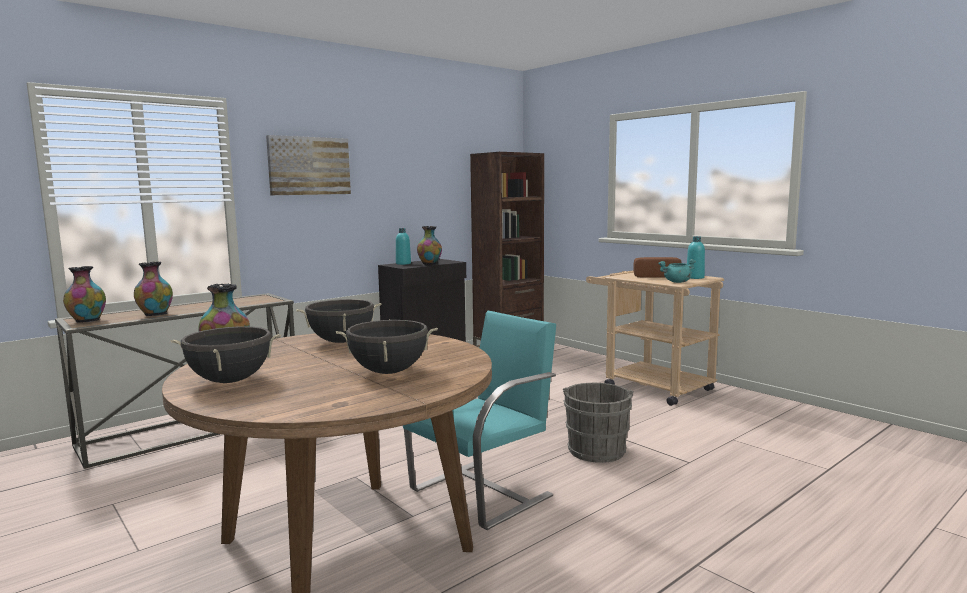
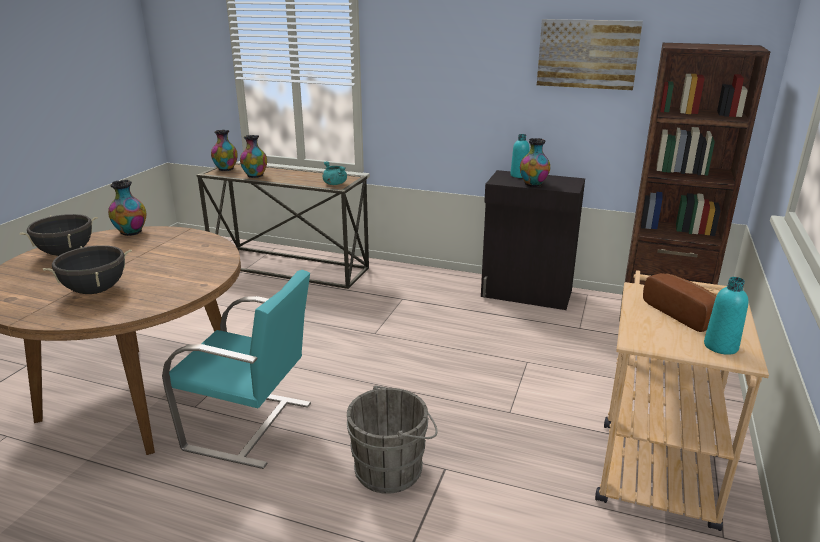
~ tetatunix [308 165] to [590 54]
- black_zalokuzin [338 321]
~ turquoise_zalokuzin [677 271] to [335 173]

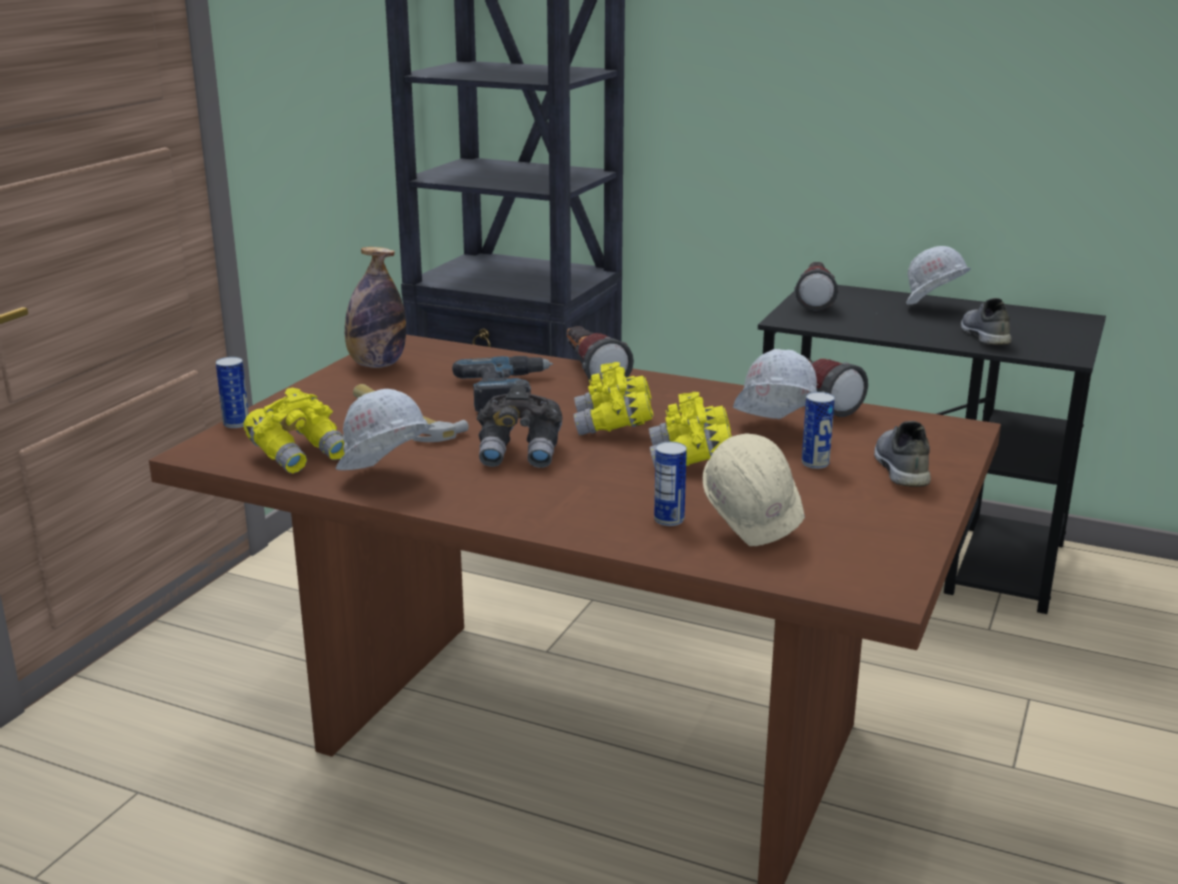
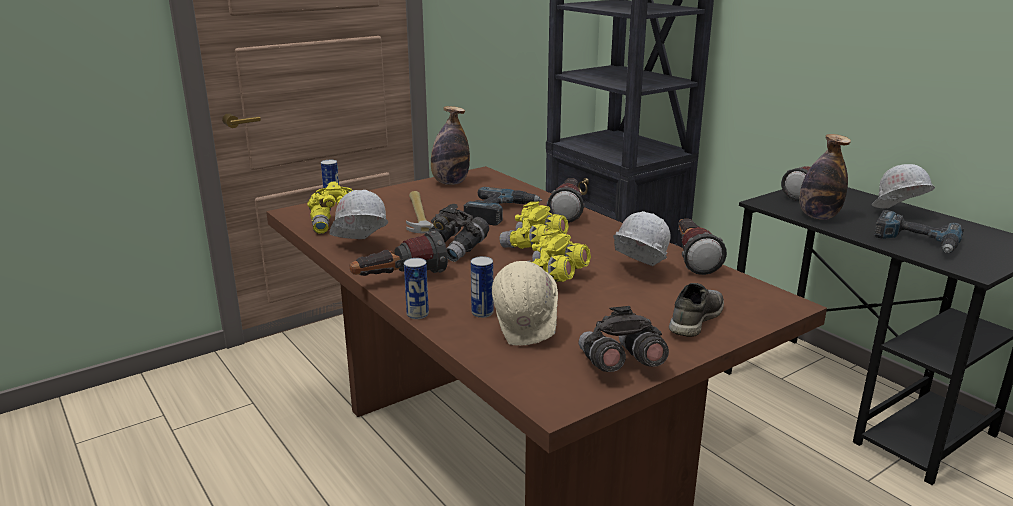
~ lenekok [818 430] to [416 288]
~ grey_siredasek [986 321] to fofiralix [919 231]
+ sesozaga [399 253]
+ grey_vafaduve [623 339]
+ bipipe [825 177]

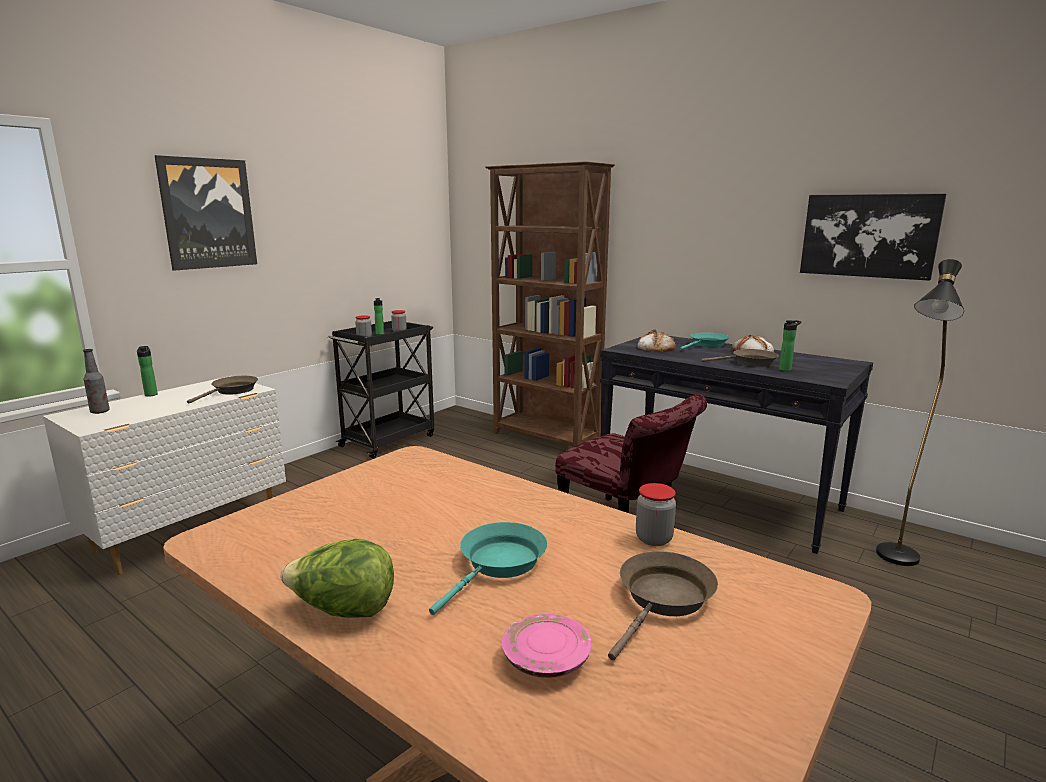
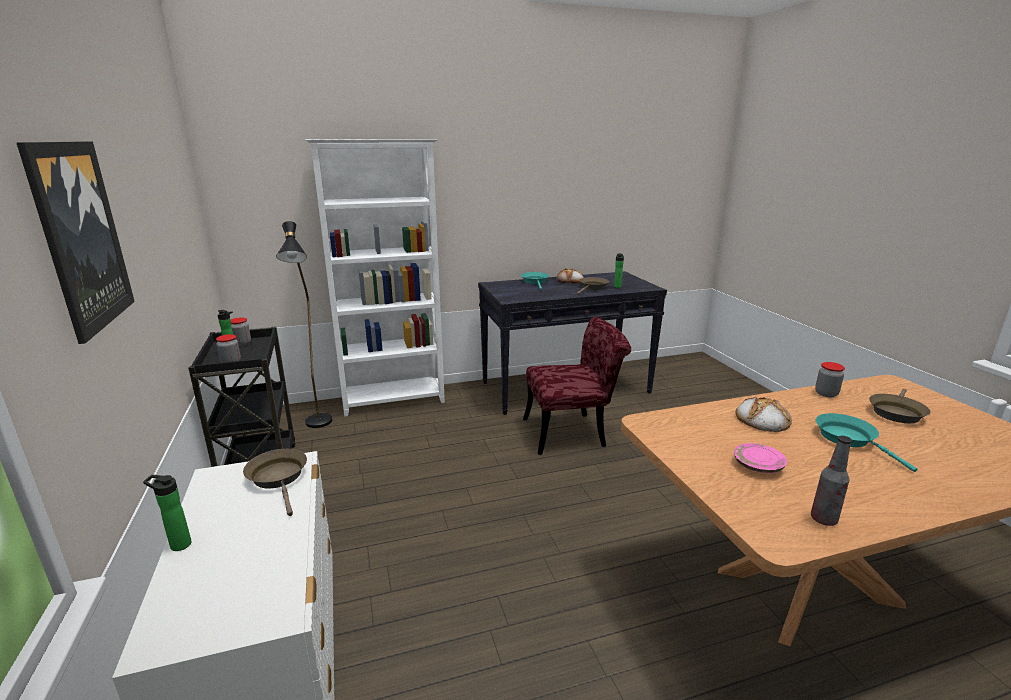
~ bipipe [96 381] to [831 481]
- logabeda [337 578]
~ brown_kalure [550 304] to white_kalure [375 277]
~ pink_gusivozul [547 646] to [760 458]
~ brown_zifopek [663 606] = [899 406] 120 degrees counterclockwise
~ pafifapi [656 340] to [764 414]
- tetatunix [873 237]
~ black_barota [920 412] to [304 324]

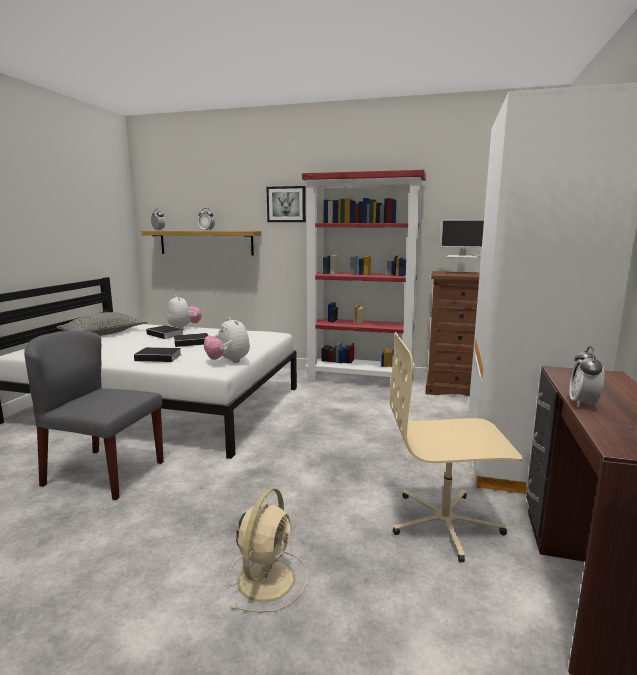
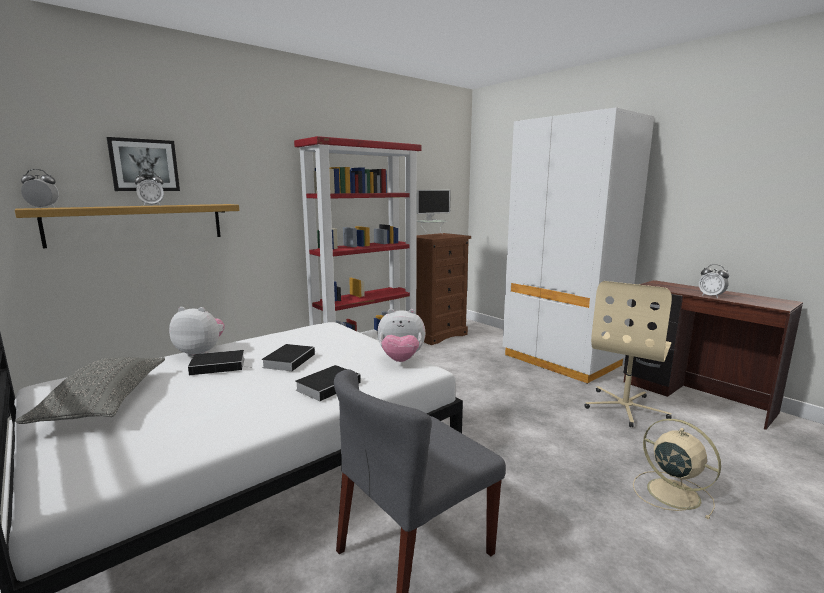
~ tetatunix [286 204] to [143 164]

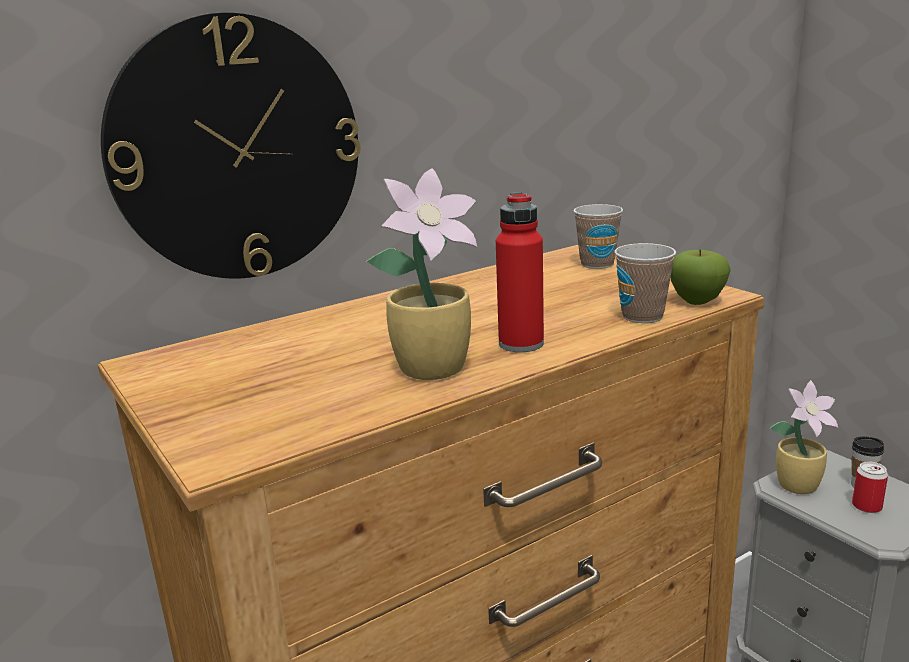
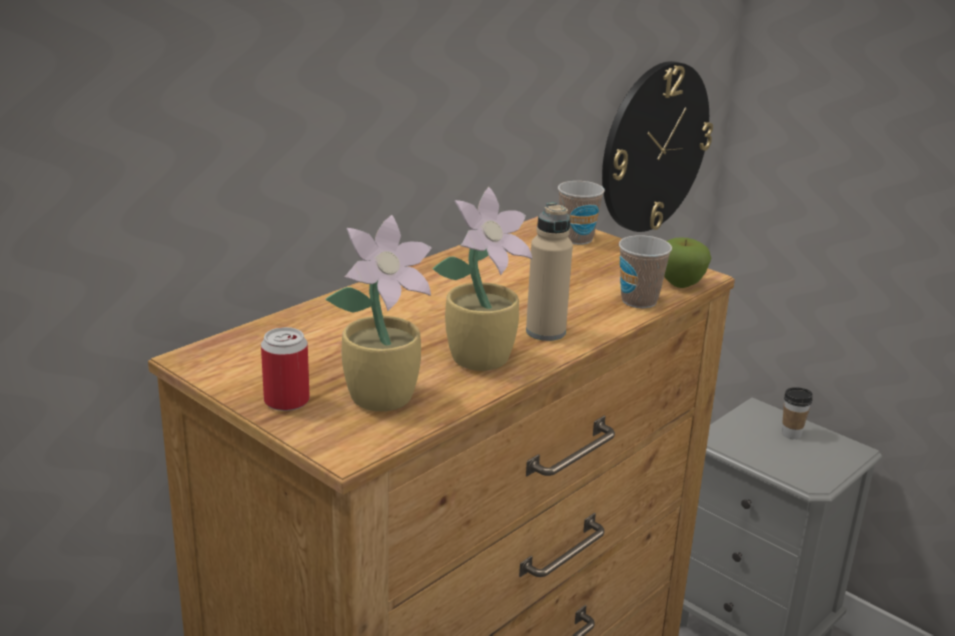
~ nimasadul [231 145] to [657 146]
~ red_bipipe [520 272] to beige_bipipe [549 271]
~ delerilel [804 437] to [378 313]
~ lenekok [870 487] to [285 369]

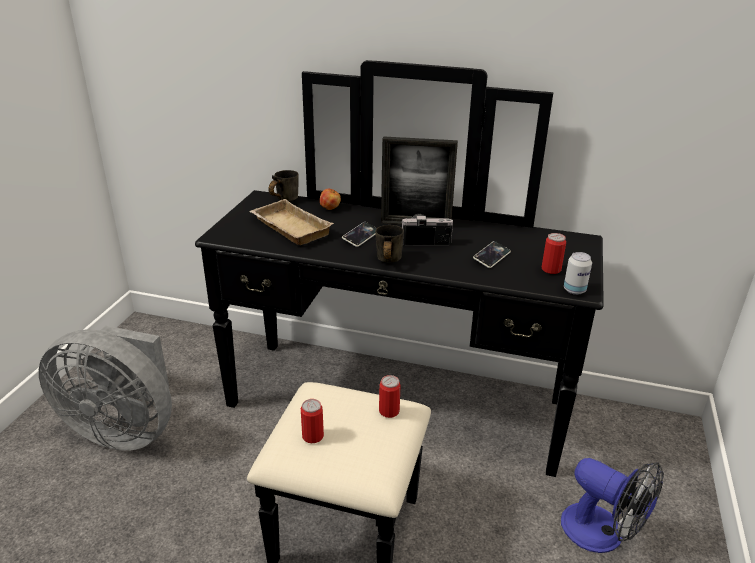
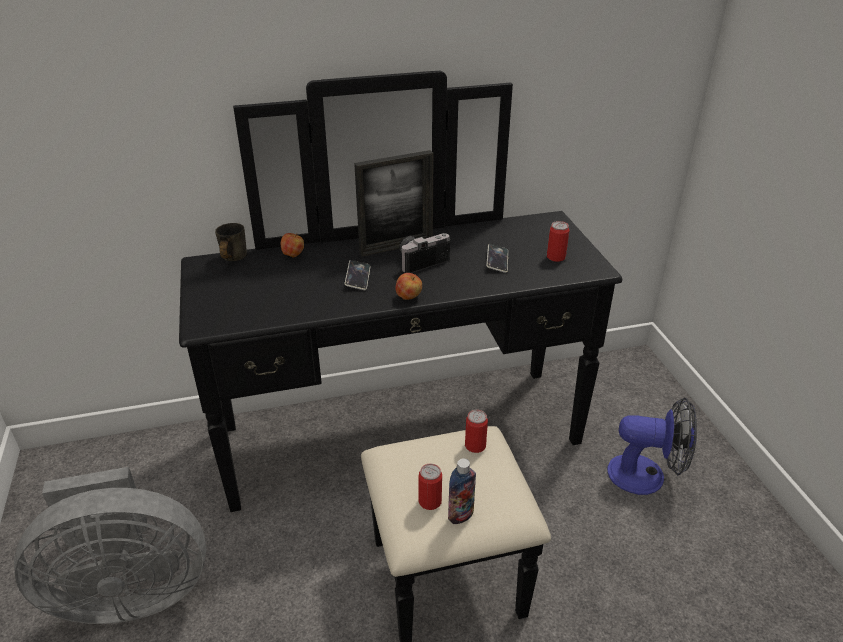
- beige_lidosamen [291 222]
~ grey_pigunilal [389 244] to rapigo [408 286]
- lenekok [578 273]
+ bipipe [462 491]

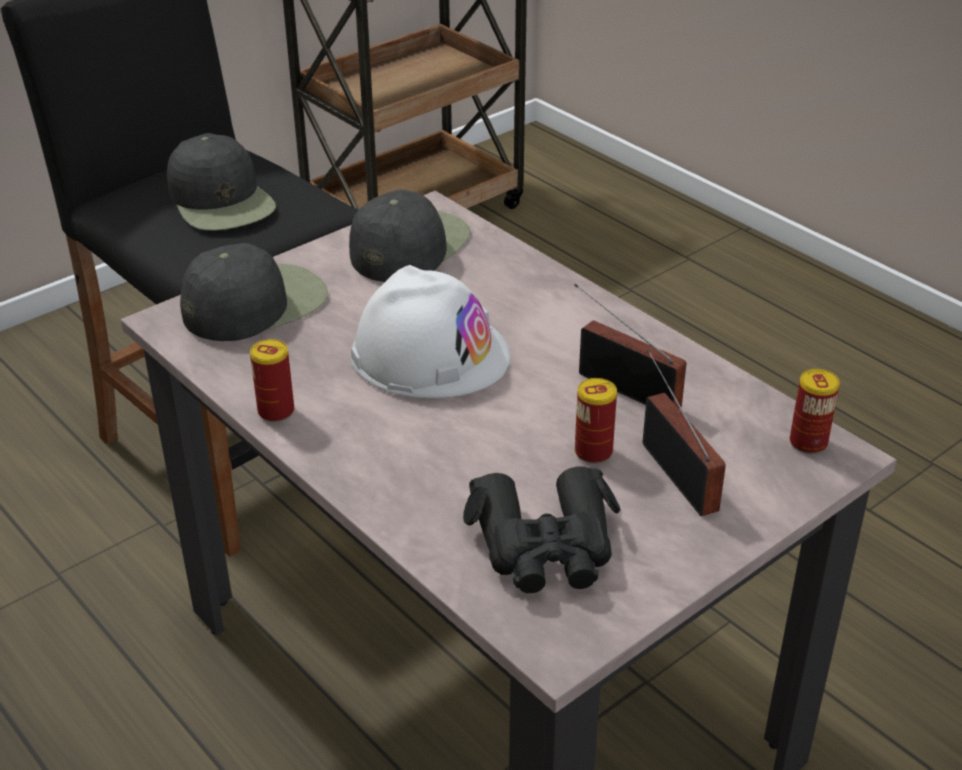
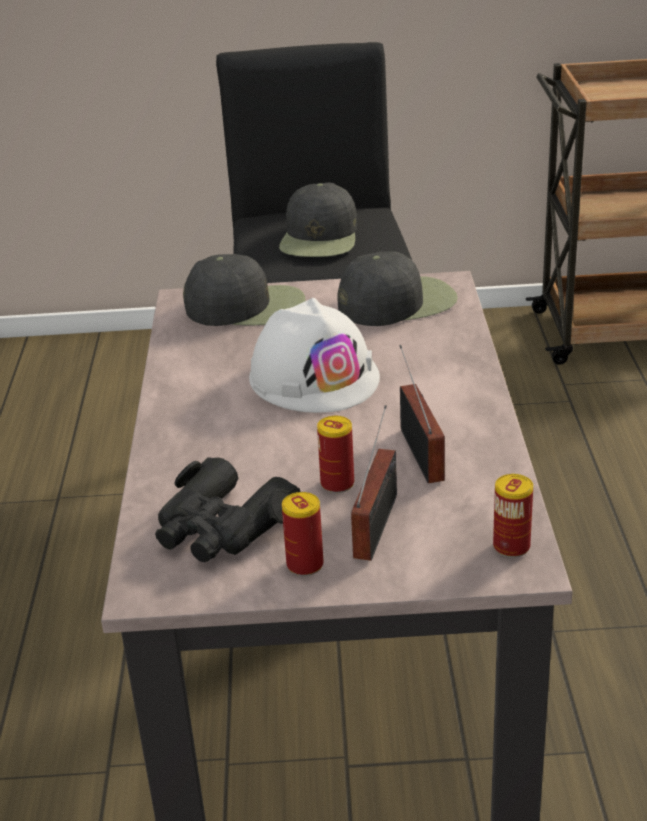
~ lenekok [272 380] to [302 534]

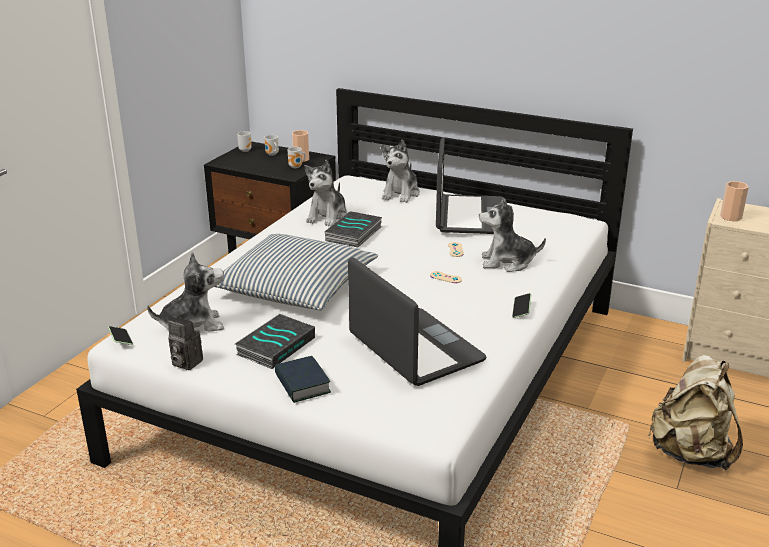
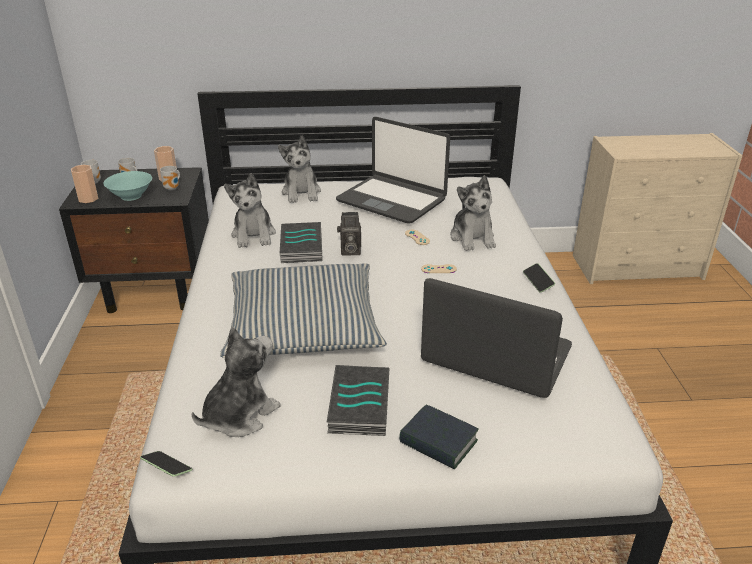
~ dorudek [185 343] to [349 234]
~ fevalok [470 185] = [393 170] 150 degrees clockwise
~ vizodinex [512 235] = [473 213] 75 degrees counterclockwise
- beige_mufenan [695 412]
~ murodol [734 201] to [85 184]
+ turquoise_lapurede [127 186]

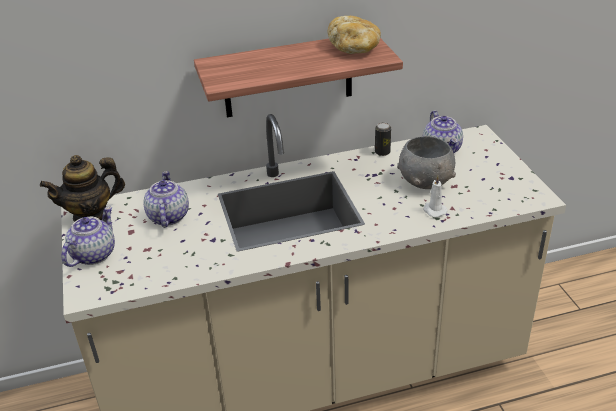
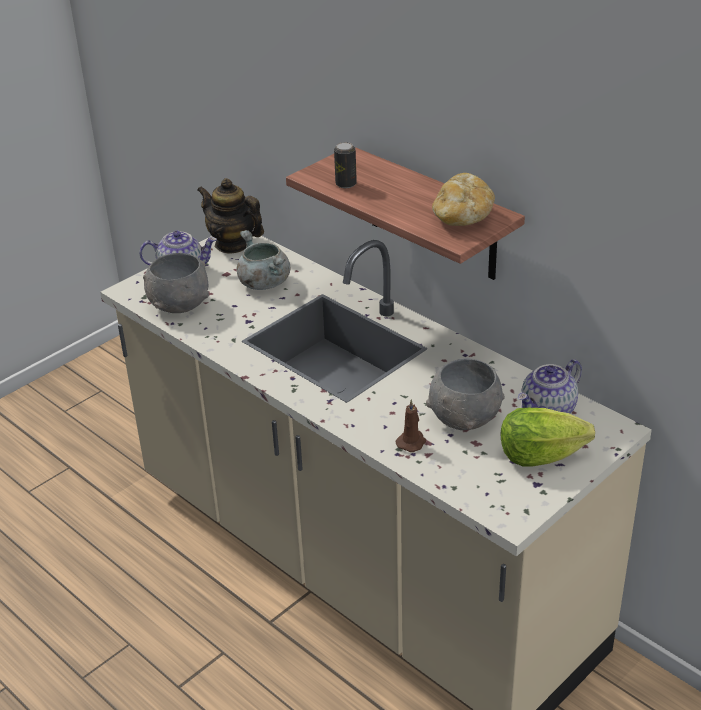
~ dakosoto [166 199] to grey_zalokuzin [263 260]
~ lenekok [383 139] to [345 165]
~ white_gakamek [435 196] to brown_gakamek [411 425]
+ grey_lapurede [176 283]
+ logabeda [548 437]

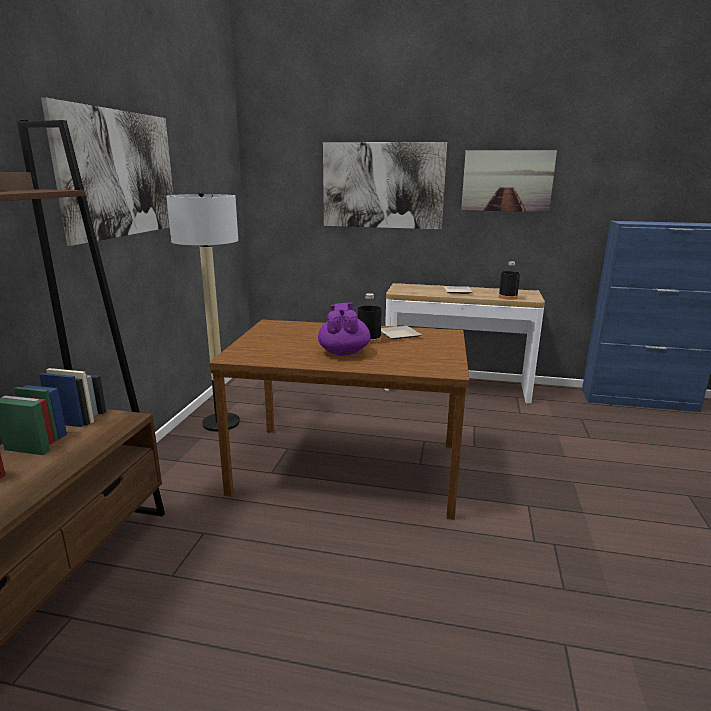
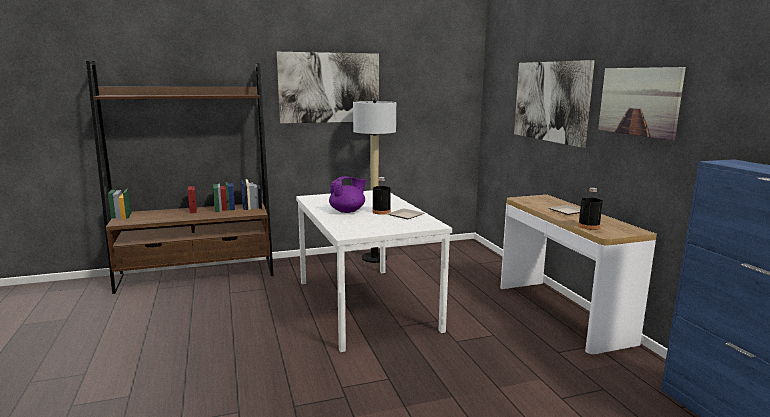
~ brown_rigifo [339 420] to white_rigifo [374 271]

